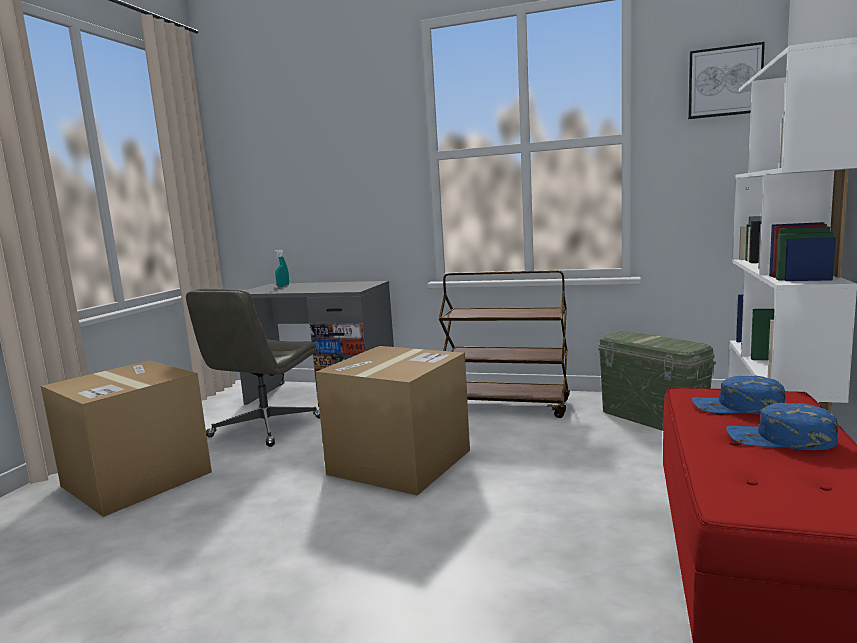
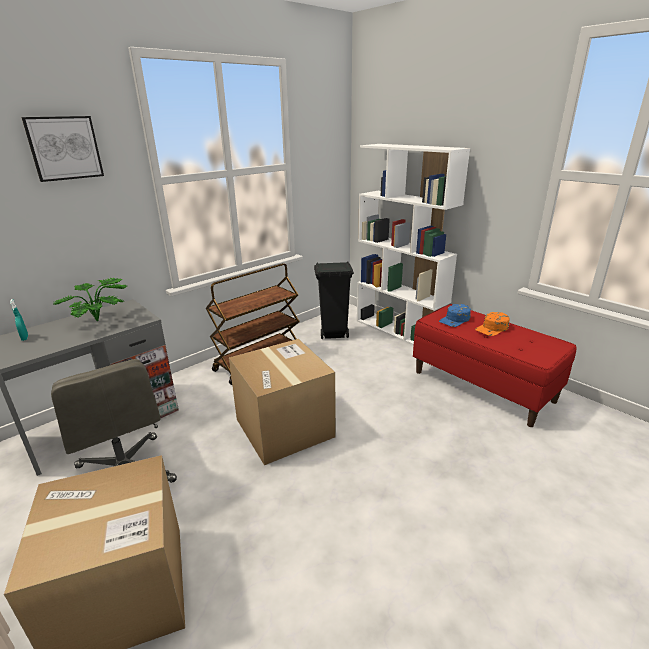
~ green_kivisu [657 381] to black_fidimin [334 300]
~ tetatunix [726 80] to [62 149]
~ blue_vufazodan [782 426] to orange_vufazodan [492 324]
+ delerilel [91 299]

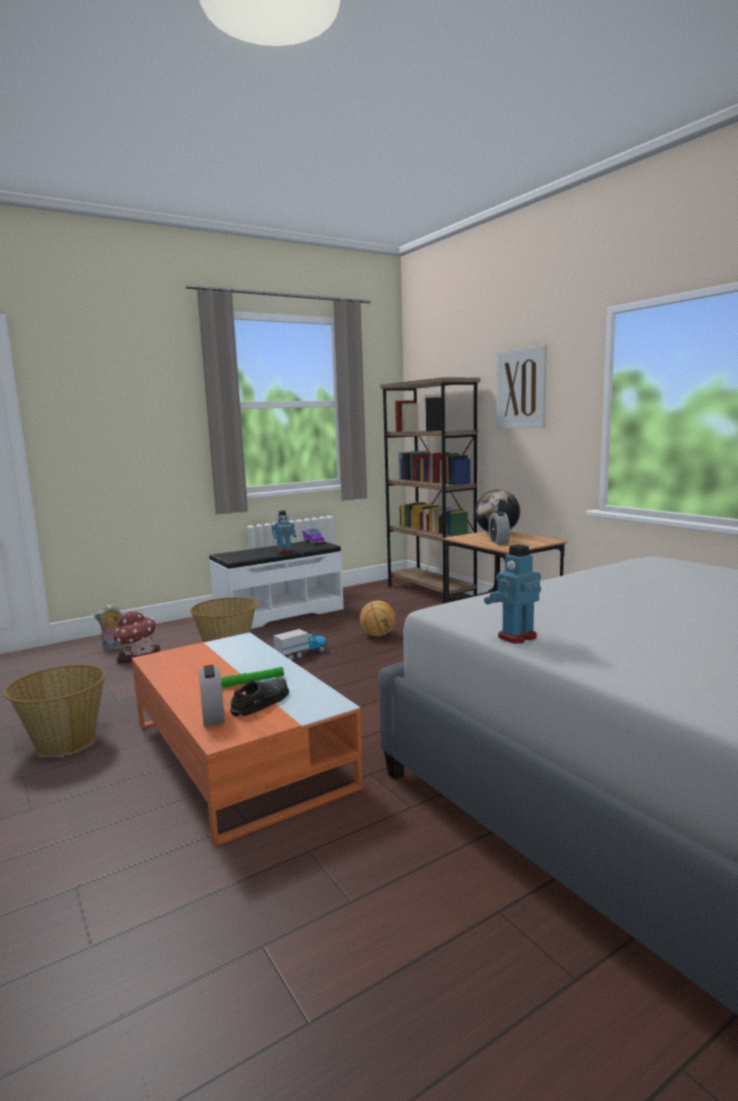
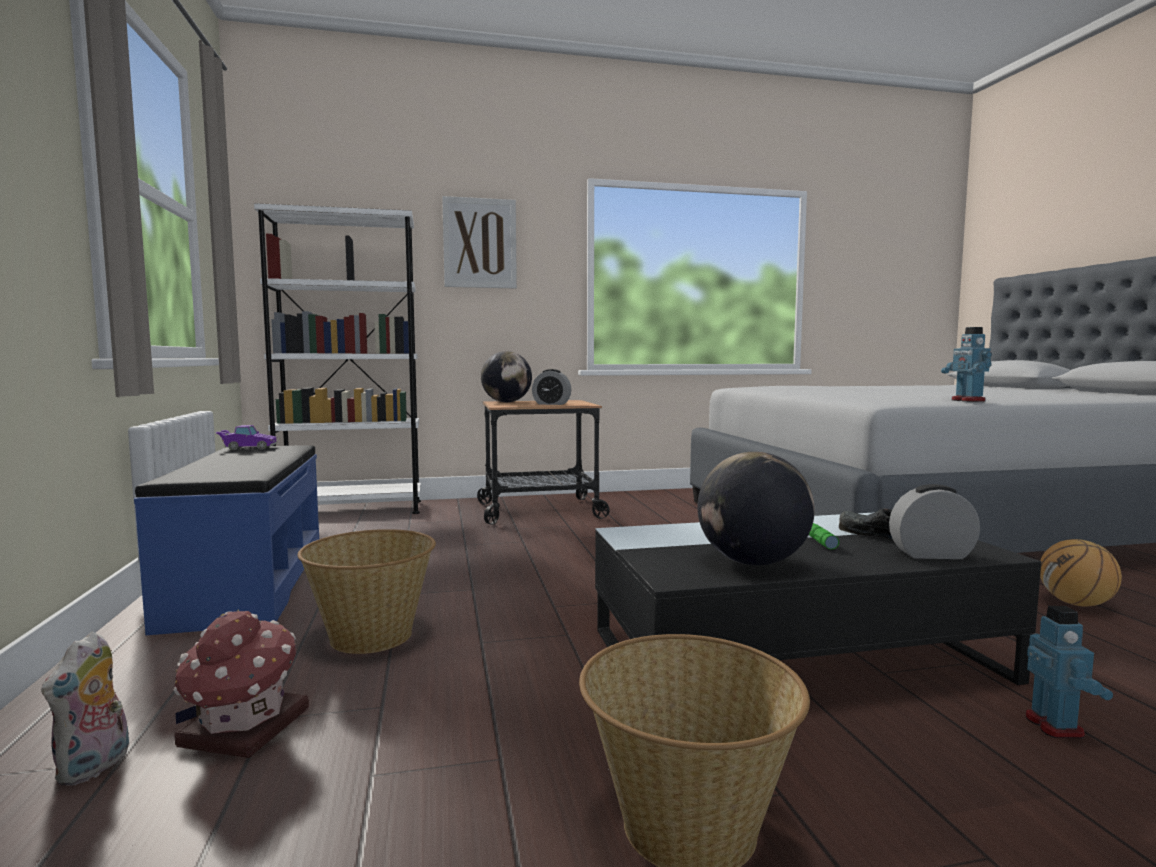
~ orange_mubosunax [247 739] to black_mubosunax [818 598]
~ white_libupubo [276 585] to blue_libupubo [226 540]
~ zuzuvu [284 531] to [1069 672]
- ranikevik [300 645]
~ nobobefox [378 618] to [1081 572]
~ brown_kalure [430 490] to white_kalure [337 358]
+ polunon [756 508]

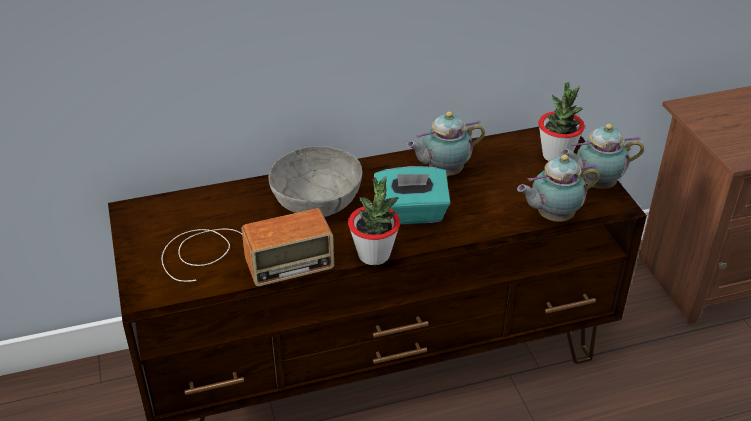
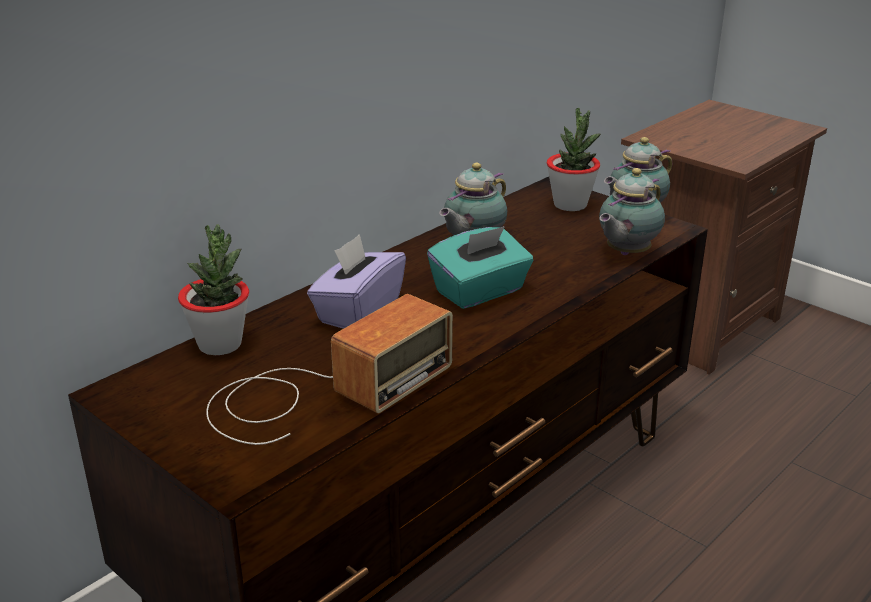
~ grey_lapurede [315 181] to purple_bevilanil [356 281]
~ delerilel [374 220] to [213 289]

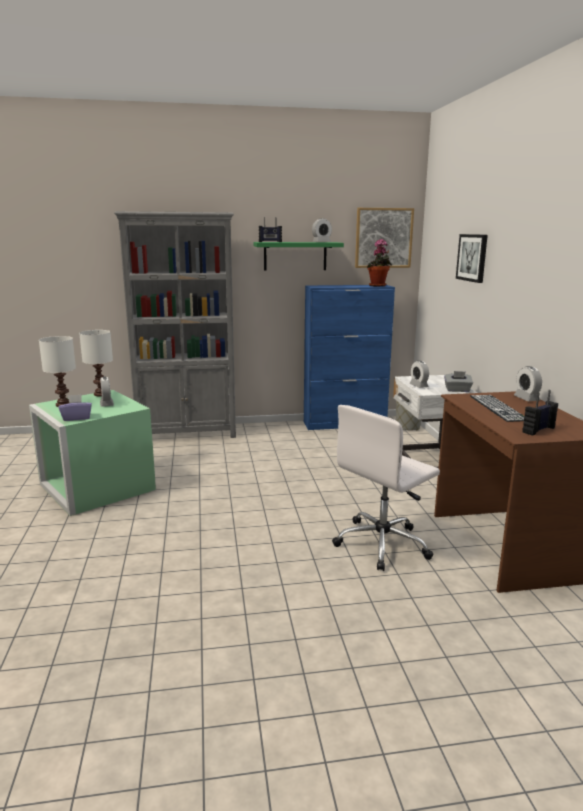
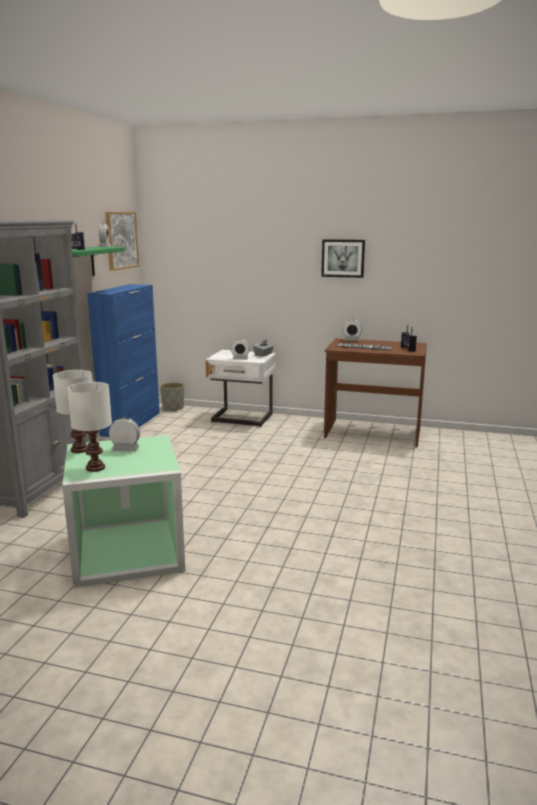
- purple_bevilanil [75 407]
- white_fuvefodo [386 488]
- delerilel [379 263]
~ tetatunix [472 258] to [343 258]

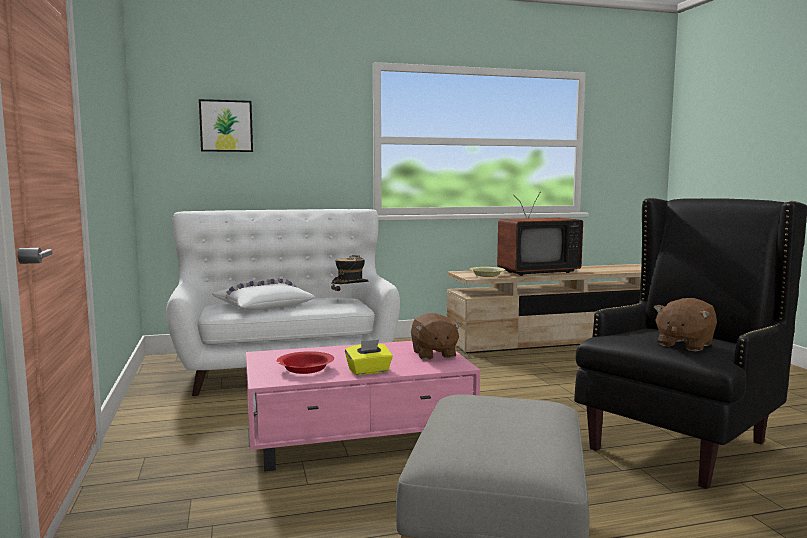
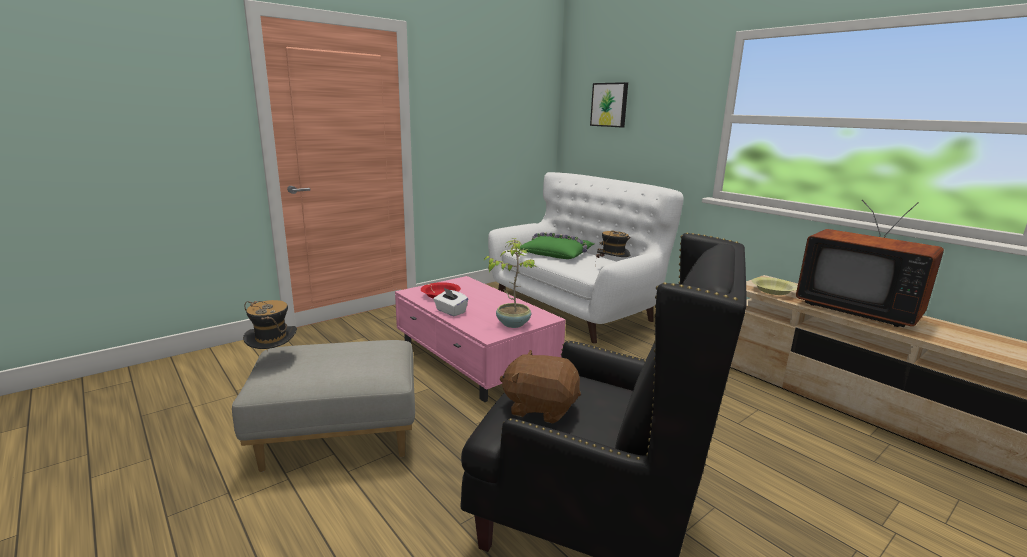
~ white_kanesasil [263 294] to green_kanesasil [556 245]
~ yellow_bevilanil [369 358] to white_bevilanil [450 302]
~ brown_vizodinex [436 336] to delerilel [510 283]
+ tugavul [270 326]

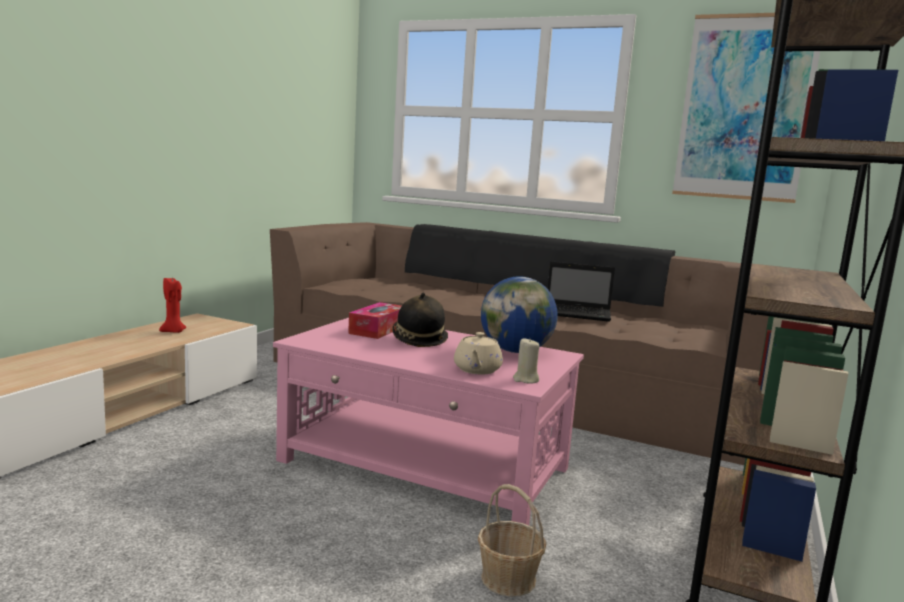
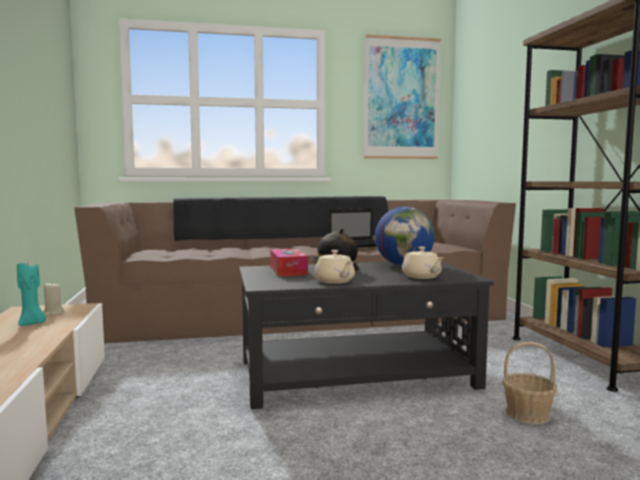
~ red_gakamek [172 304] to turquoise_gakamek [31 293]
~ pink_mubosunax [428 421] to black_mubosunax [366 335]
~ beige_gakamek [526 361] to [53 299]
+ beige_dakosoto [334 267]

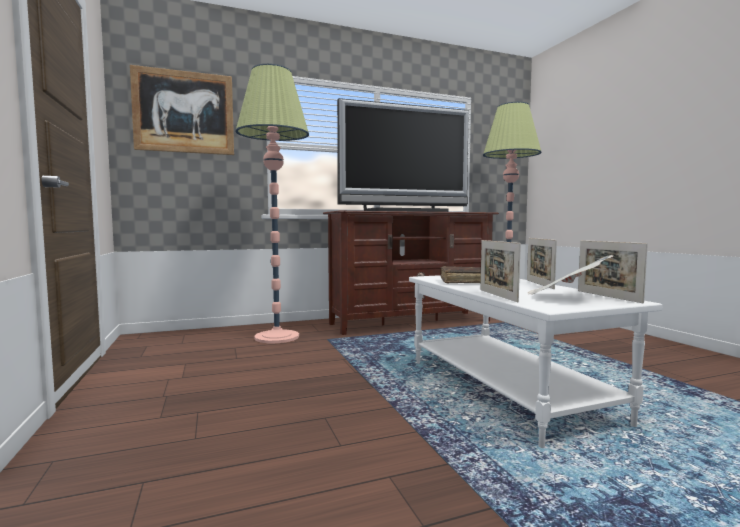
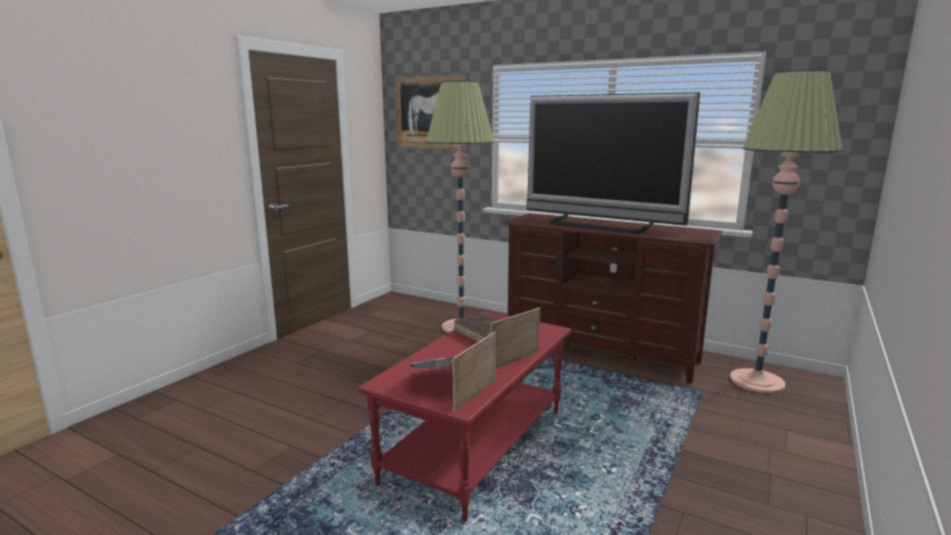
~ white_mubosunax [536 361] to red_mubosunax [464 417]
- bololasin [500 271]

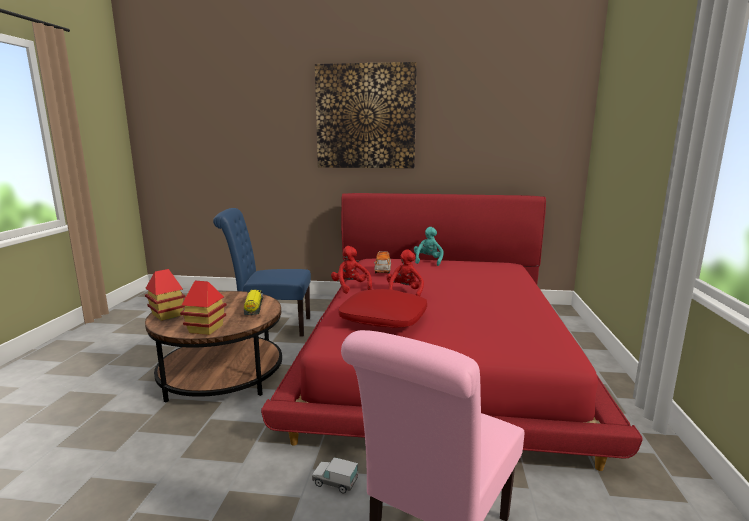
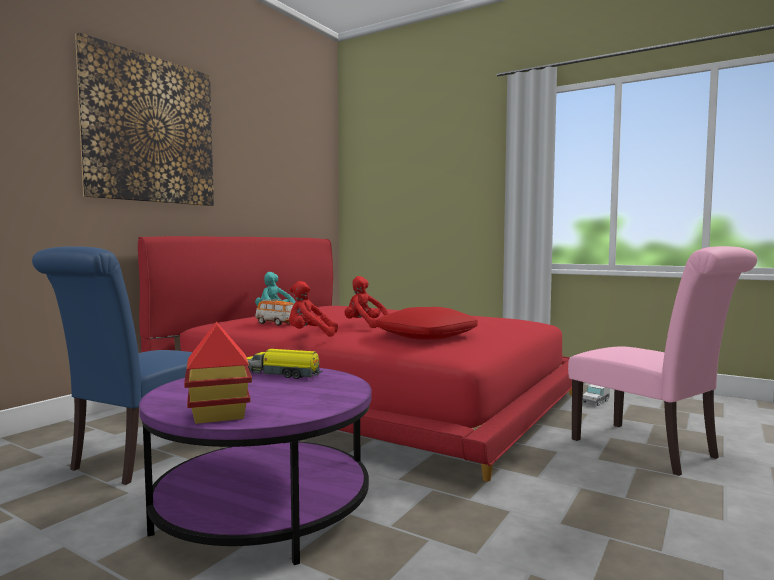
~ brown_mubosunax [213 347] to purple_mubosunax [255 466]
- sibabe [203 308]
~ ranikevik [335 475] to [596 395]

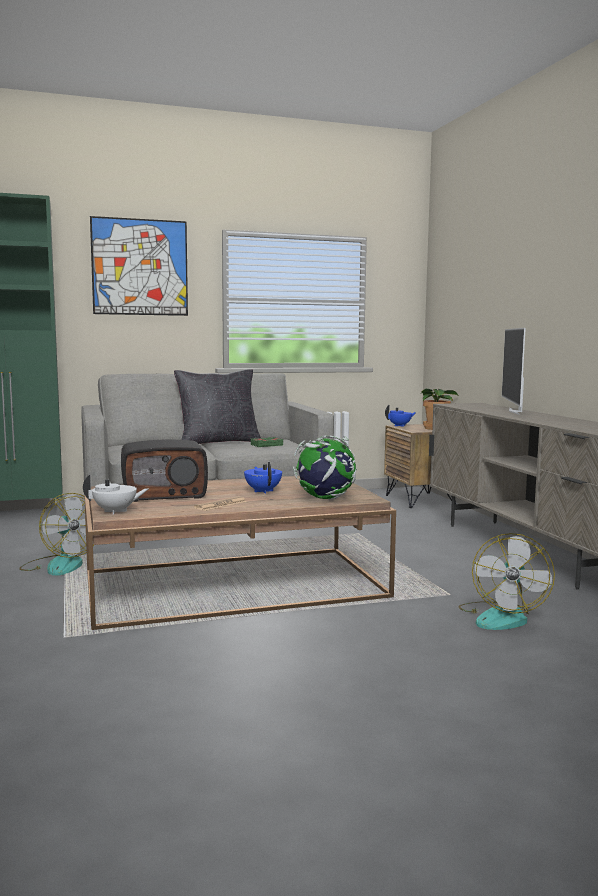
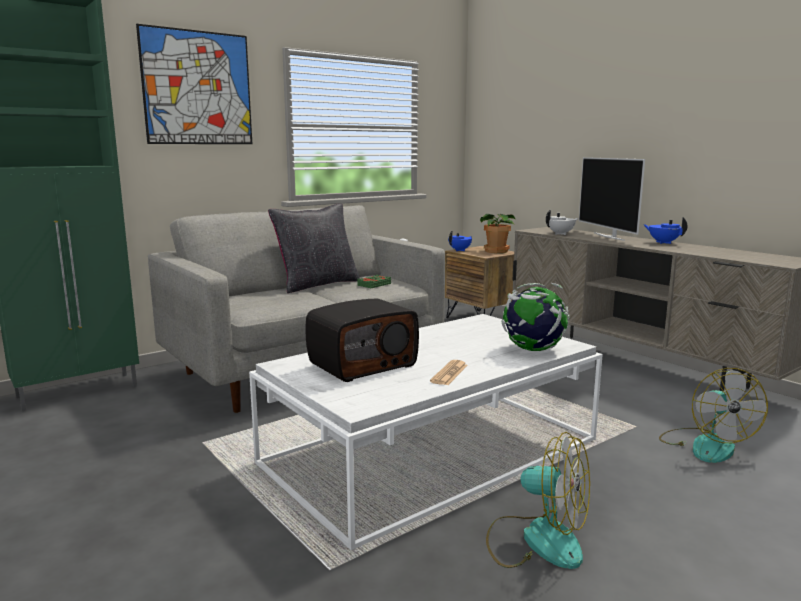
~ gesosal [56 534] to [538 500]
~ white_dakosoto [115 495] to [562 222]
~ brown_mubosunax [240 553] to white_mubosunax [426 432]
~ blue_dakosoto [263 477] to [665 230]

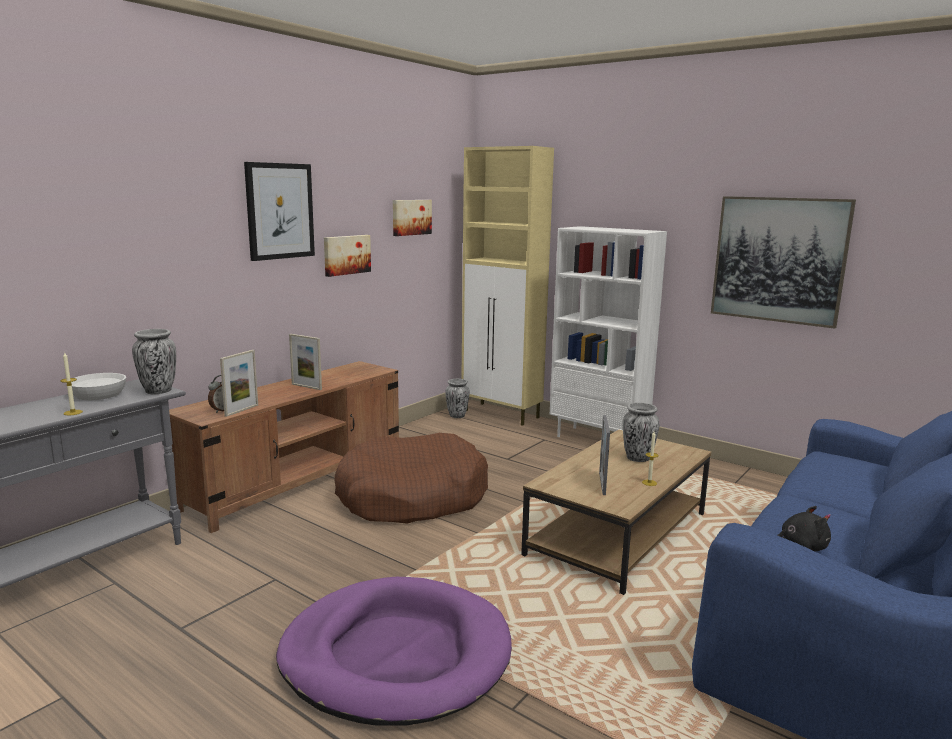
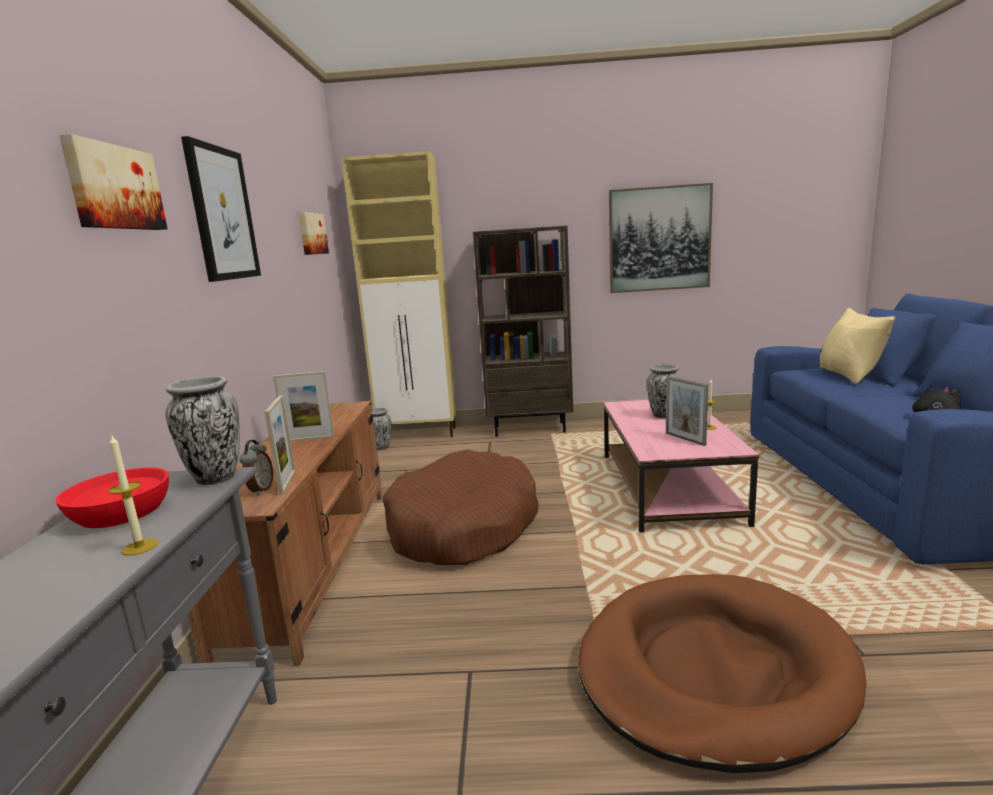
~ white_lapurede [96 386] to red_lapurede [112 498]
~ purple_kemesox [394 651] to brown_kemesox [722 673]
~ tetatunix [347 256] to [113 182]
~ brown_mubosunax [616 512] to pink_mubosunax [681 466]
~ white_kalure [608 331] to brown_kalure [523 331]
+ beige_kanesasil [857 346]

